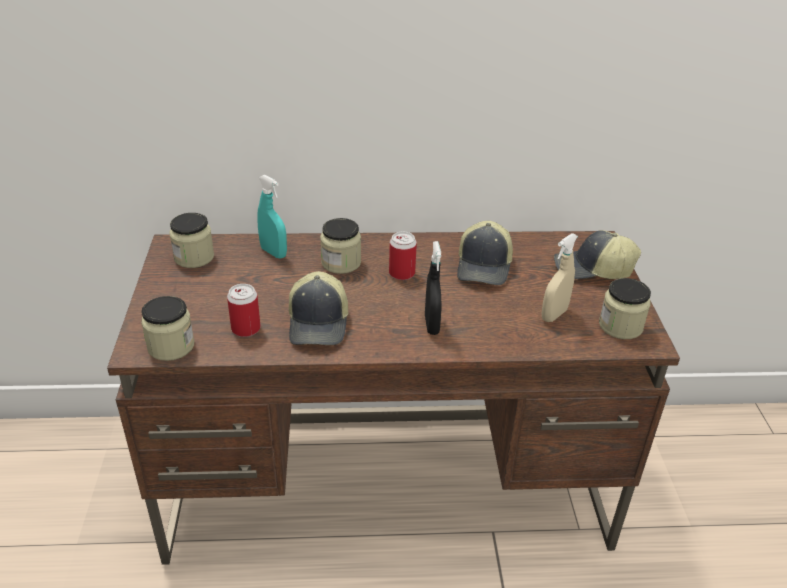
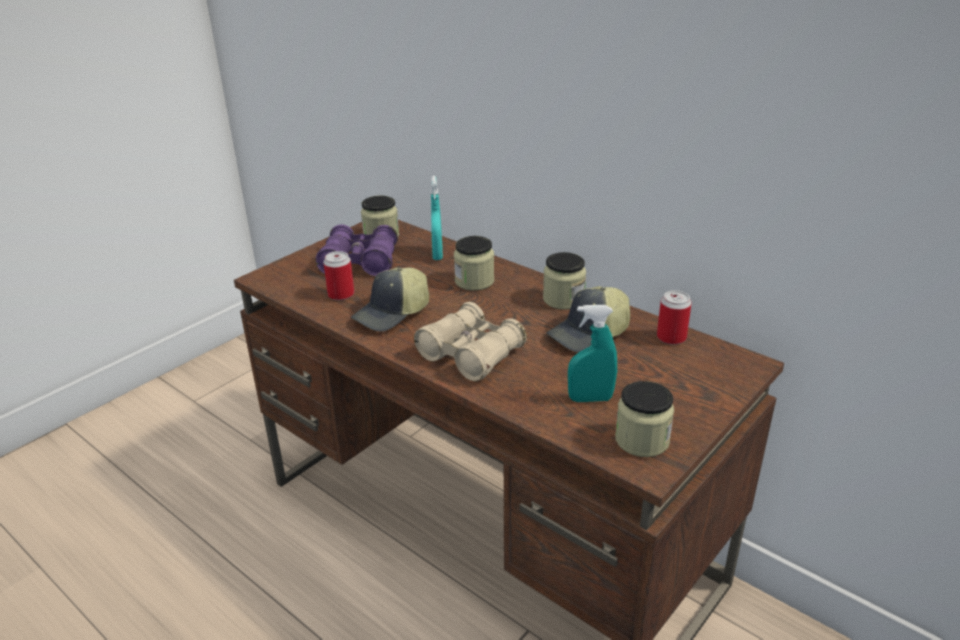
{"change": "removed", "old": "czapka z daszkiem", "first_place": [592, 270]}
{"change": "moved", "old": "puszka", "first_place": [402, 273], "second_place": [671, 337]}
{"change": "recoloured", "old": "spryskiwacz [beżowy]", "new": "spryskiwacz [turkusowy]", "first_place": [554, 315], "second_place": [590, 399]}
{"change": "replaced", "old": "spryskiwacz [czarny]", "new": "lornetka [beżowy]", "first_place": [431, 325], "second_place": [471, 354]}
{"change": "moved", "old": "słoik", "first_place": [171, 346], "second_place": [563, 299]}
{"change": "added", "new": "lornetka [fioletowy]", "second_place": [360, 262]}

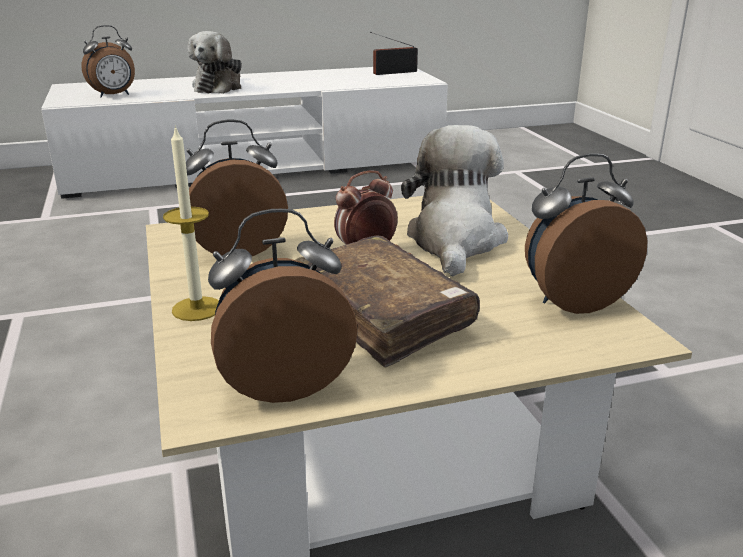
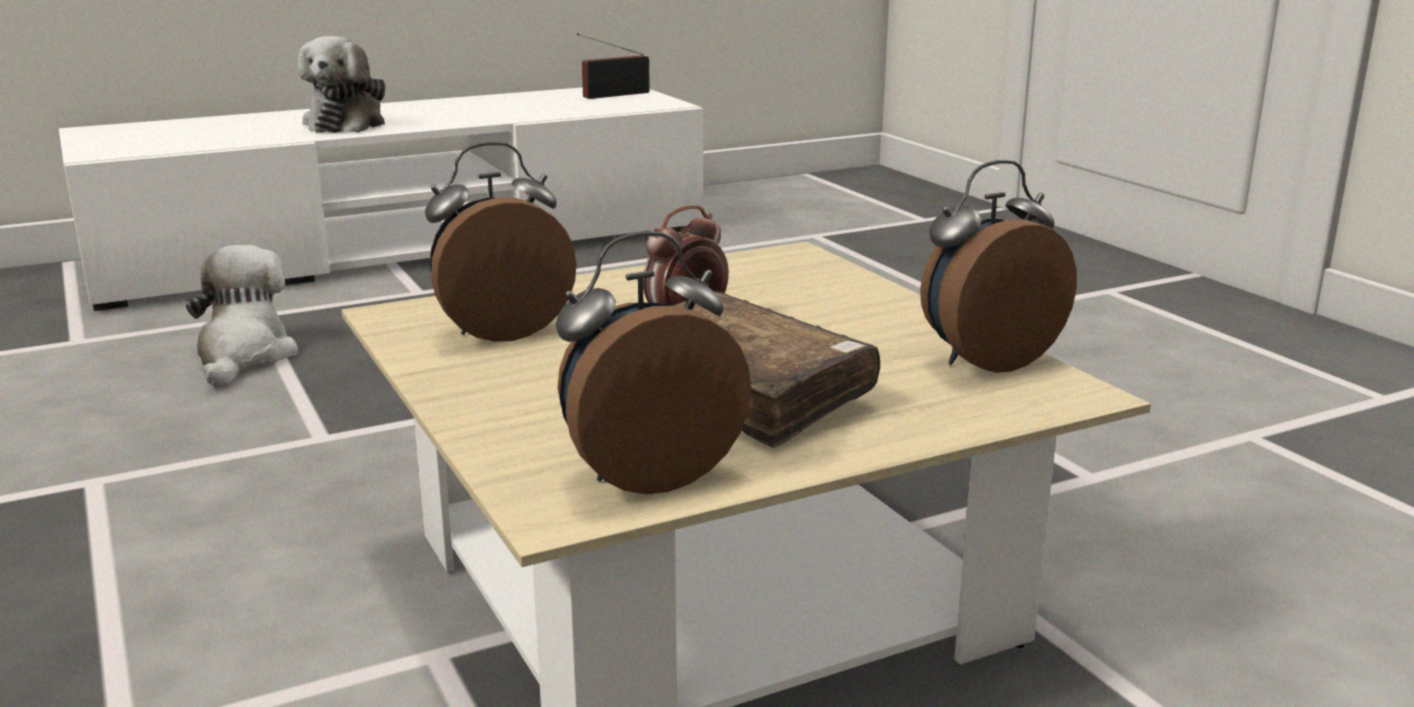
{"change": "removed", "old": "budzik", "first_place": [114, 95]}
{"change": "removed", "old": "świeca", "first_place": [197, 309]}
{"change": "moved", "old": "pluszak", "first_place": [454, 241], "second_place": [244, 357]}

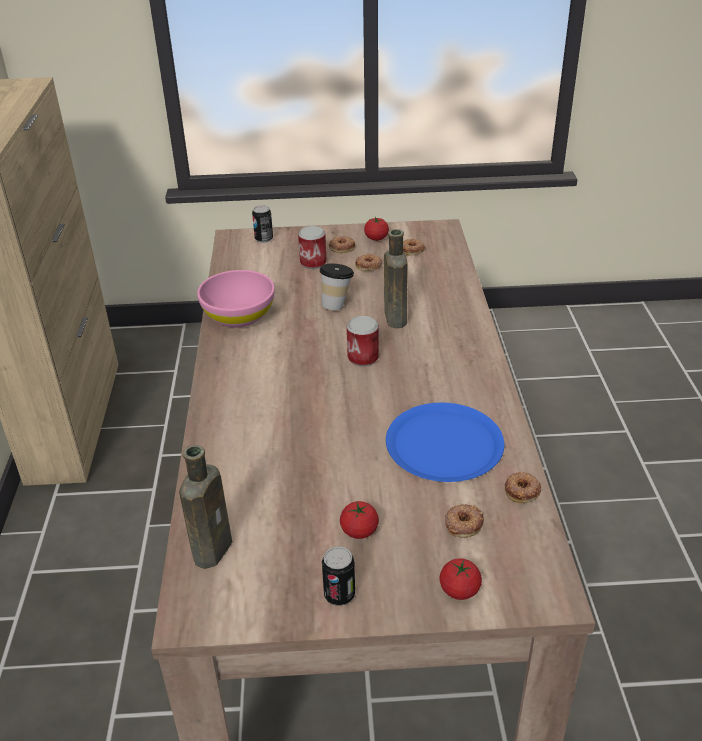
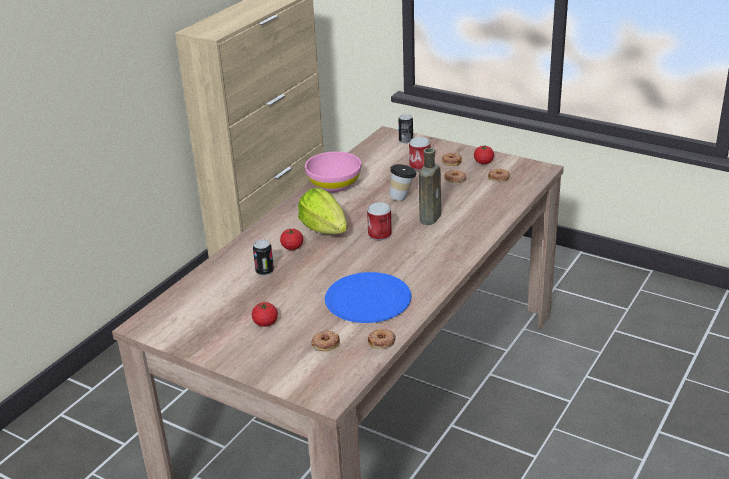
{"change": "removed", "old": "butelka [brązowy]", "first_place": [214, 547]}
{"change": "moved", "old": "puszka", "first_place": [339, 595], "second_place": [264, 271]}
{"change": "moved", "old": "pomidor", "first_place": [459, 590], "second_place": [292, 247]}
{"change": "added", "new": "sałata", "second_place": [324, 229]}

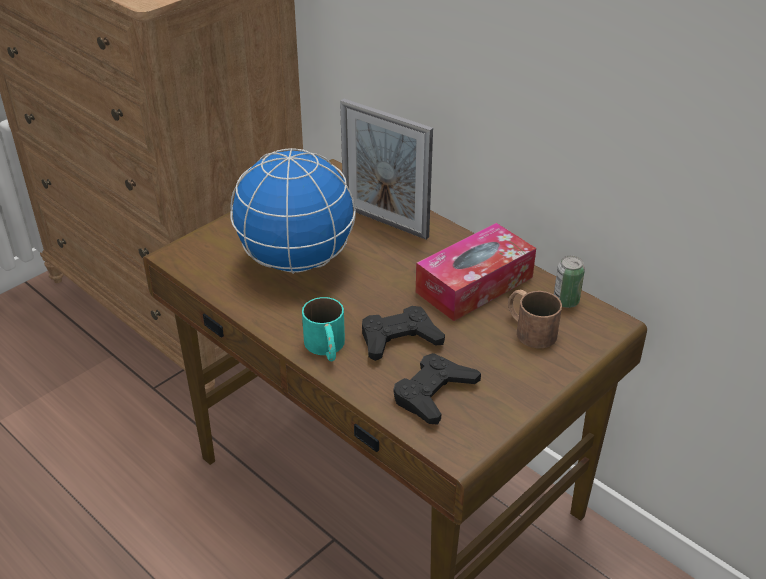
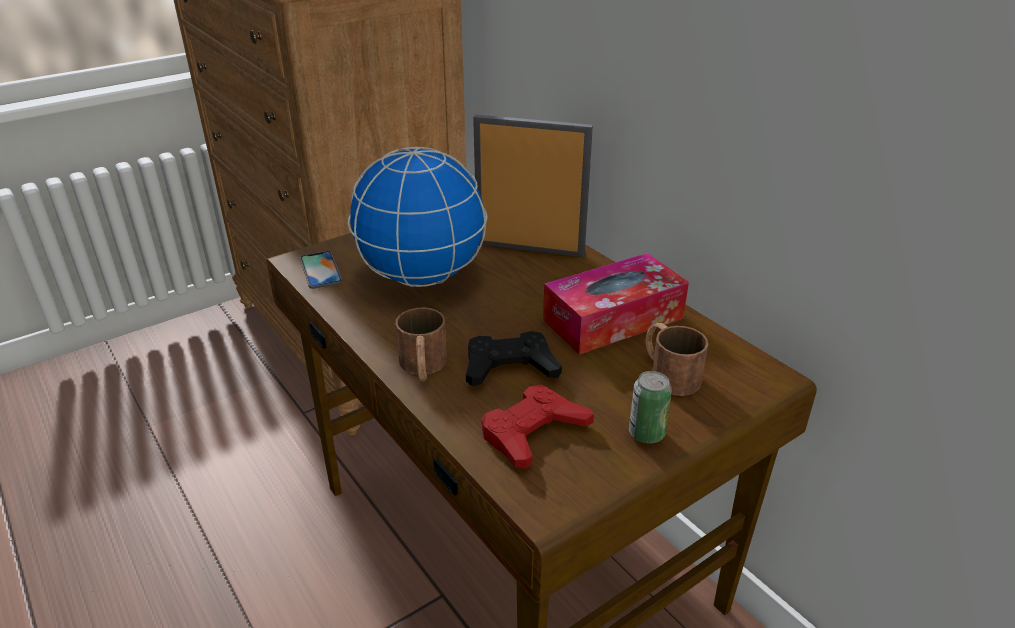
{"change": "turned", "old": "ramka na zdjęcie", "first_place": [385, 222], "second_place": [530, 249], "degrees": 150}
{"change": "moved", "old": "puszka", "first_place": [566, 301], "second_place": [646, 433]}
{"change": "recoloured", "old": "kubek [turkusowy]", "new": "kubek [brązowy]", "first_place": [326, 348], "second_place": [423, 367]}
{"change": "recoloured", "old": "pad do gier [czarny]", "new": "pad do gier [czerwony]", "first_place": [433, 393], "second_place": [533, 432]}
{"change": "added", "new": "telefon", "second_place": [320, 270]}

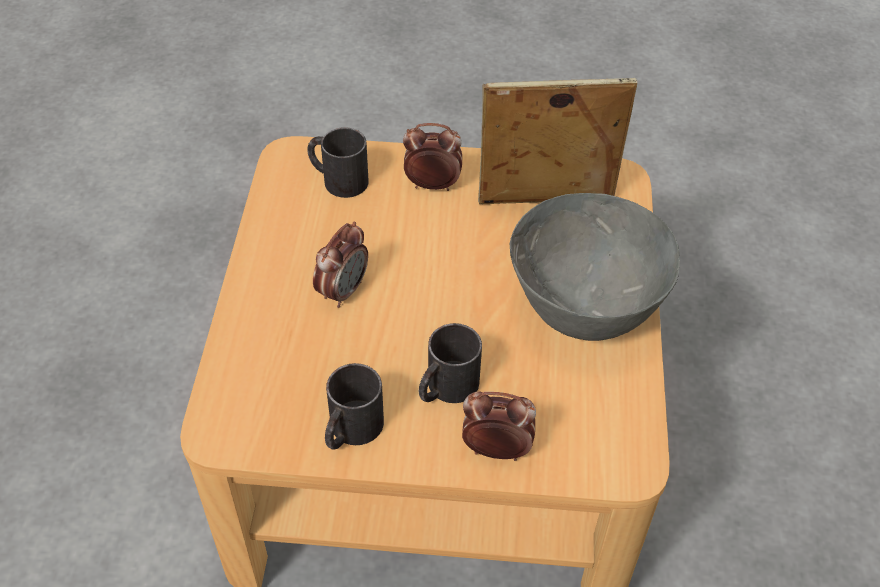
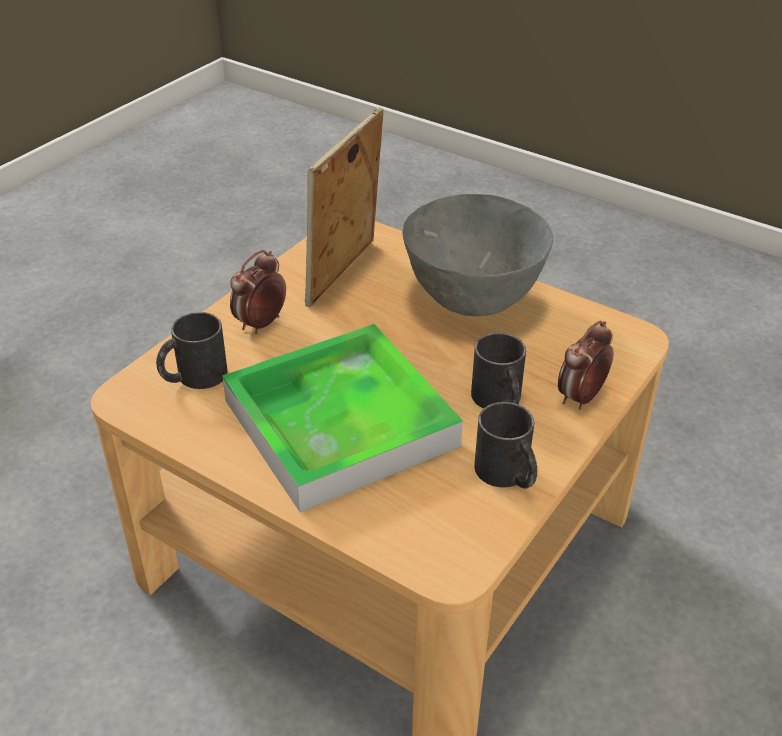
{"change": "replaced", "old": "budzik", "new": "taca", "first_place": [343, 291], "second_place": [340, 423]}

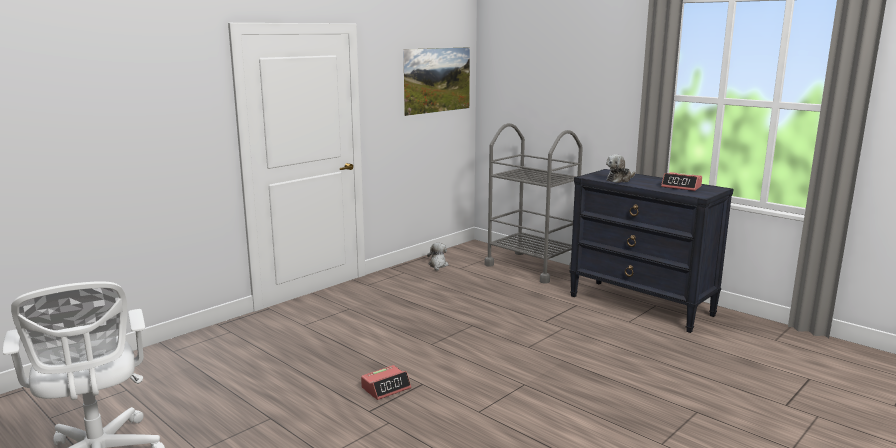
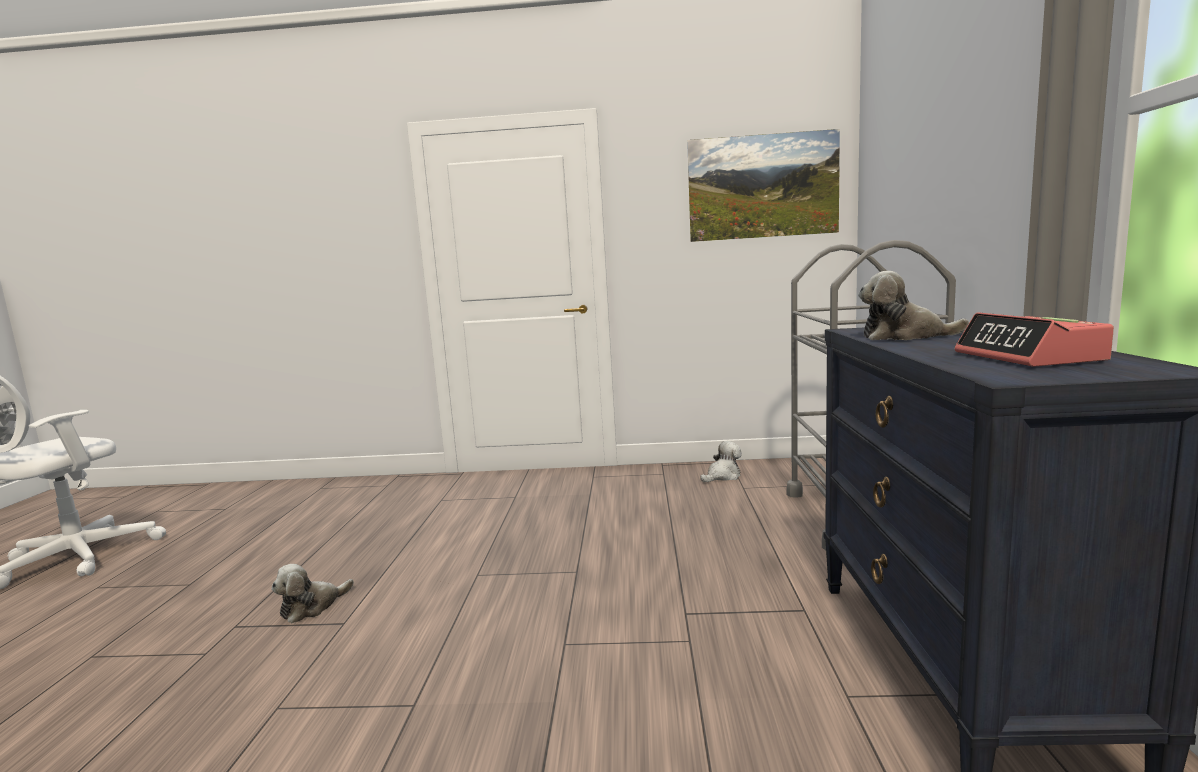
{"change": "replaced", "old": "budzik", "new": "pluszak", "first_place": [386, 388], "second_place": [312, 607]}

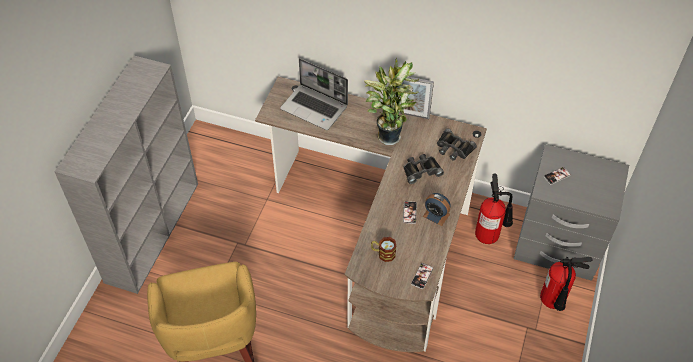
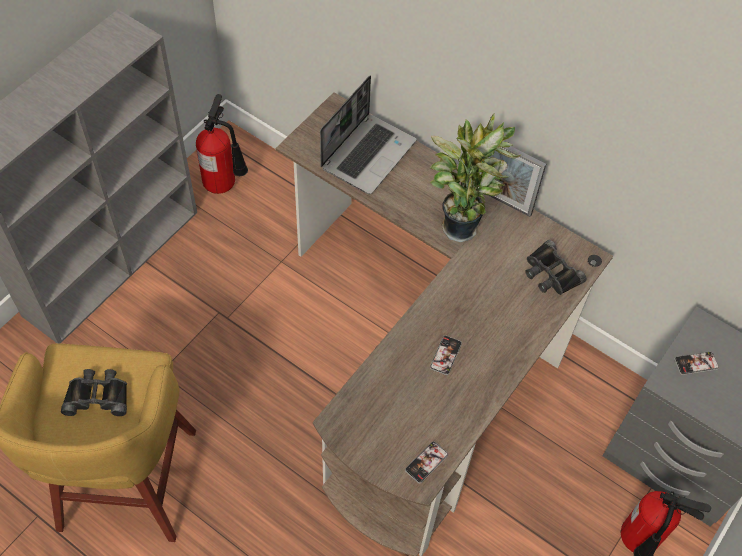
{"change": "turned", "old": "laptop", "first_place": [315, 108], "second_place": [368, 153], "degrees": -105}
{"change": "moved", "old": "lornetka [czarny]", "first_place": [421, 170], "second_place": [98, 396]}
{"change": "moved", "old": "gaśnica", "first_place": [490, 234], "second_place": [225, 183]}
{"change": "removed", "old": "budzik", "first_place": [436, 215]}
{"change": "removed", "old": "kubek", "first_place": [383, 253]}

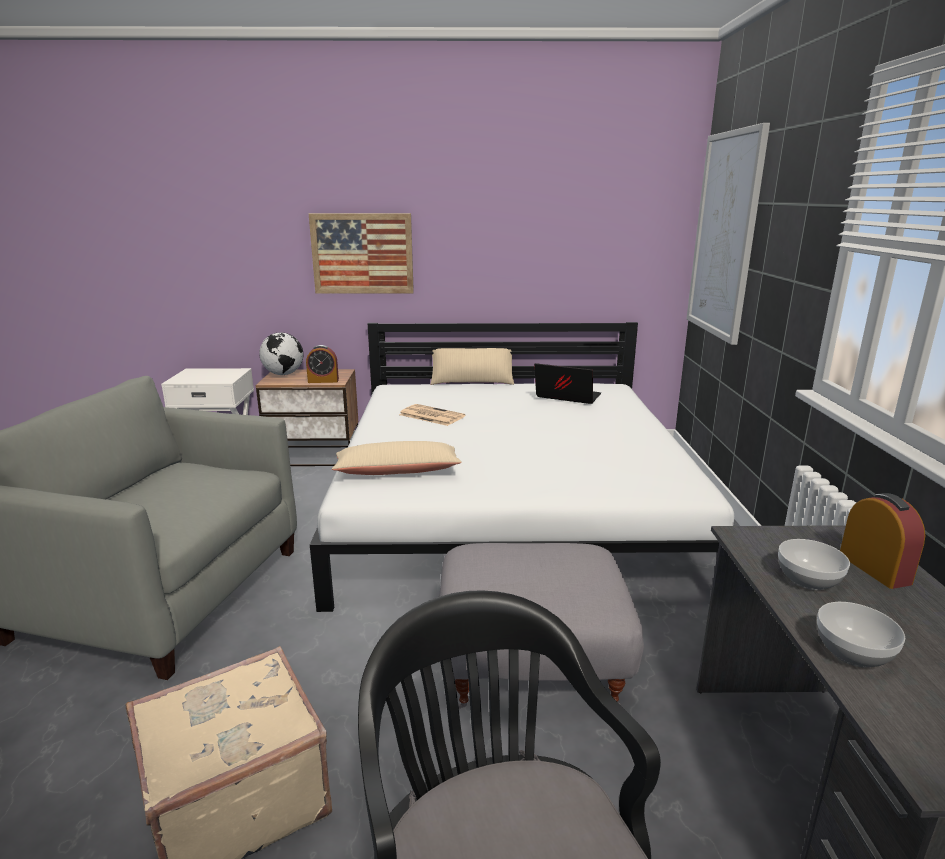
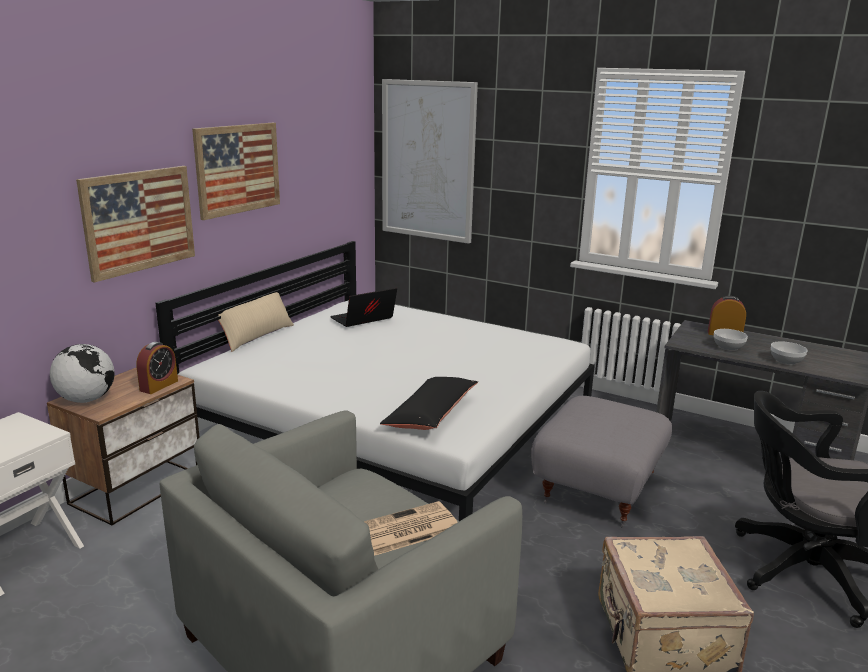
{"change": "moved", "old": "gazeta", "first_place": [430, 415], "second_place": [407, 529]}
{"change": "recoloured", "old": "poduszka [beżowy]", "new": "poduszka [czarny]", "first_place": [397, 471], "second_place": [431, 414]}
{"change": "added", "new": "obraz", "second_place": [238, 169]}

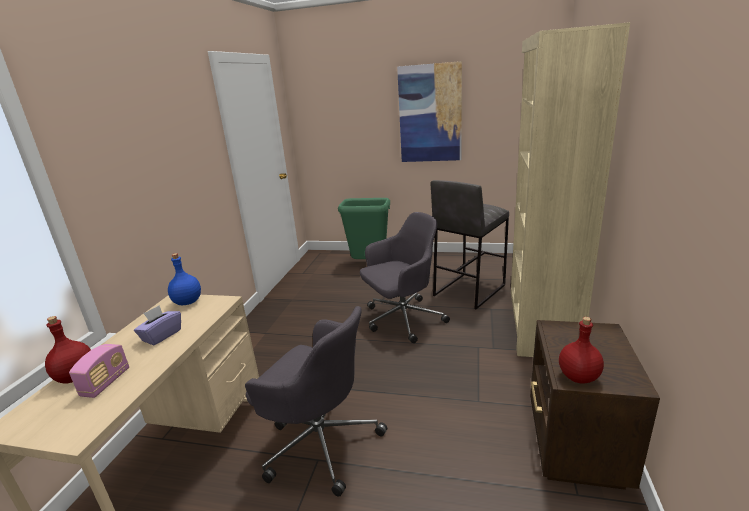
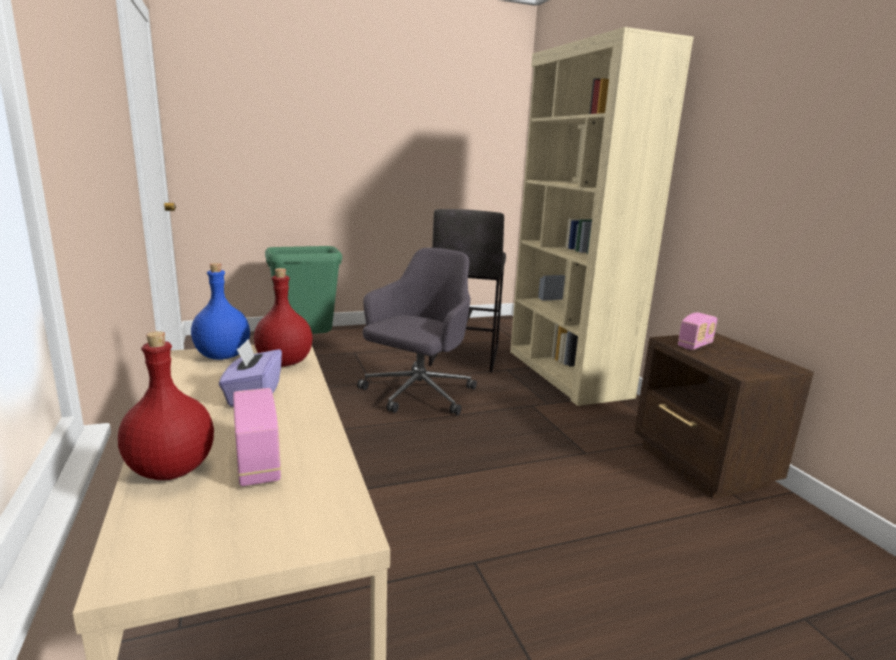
{"change": "removed", "old": "obraz", "first_place": [430, 114]}
{"change": "removed", "old": "krzesło biurowe [szary]", "first_place": [320, 441]}
{"change": "moved", "old": "butelka [czerwony]", "first_place": [578, 377], "second_place": [284, 363]}
{"change": "added", "new": "radio", "second_place": [695, 345]}

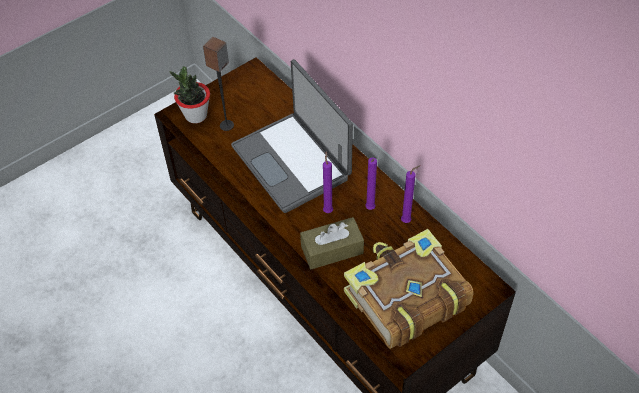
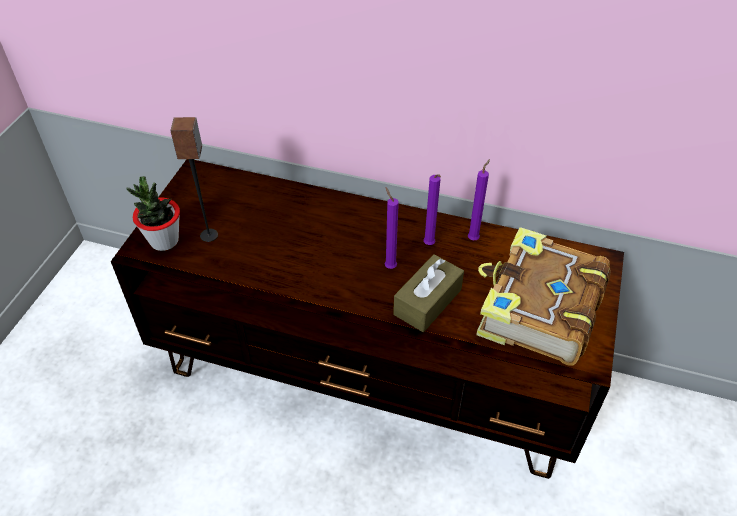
{"change": "removed", "old": "laptop", "first_place": [293, 162]}

